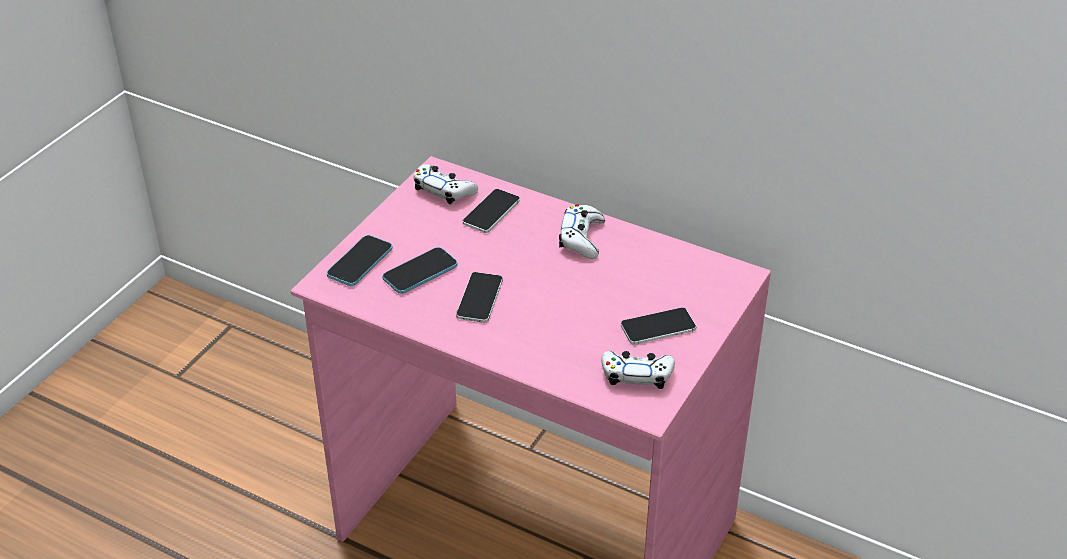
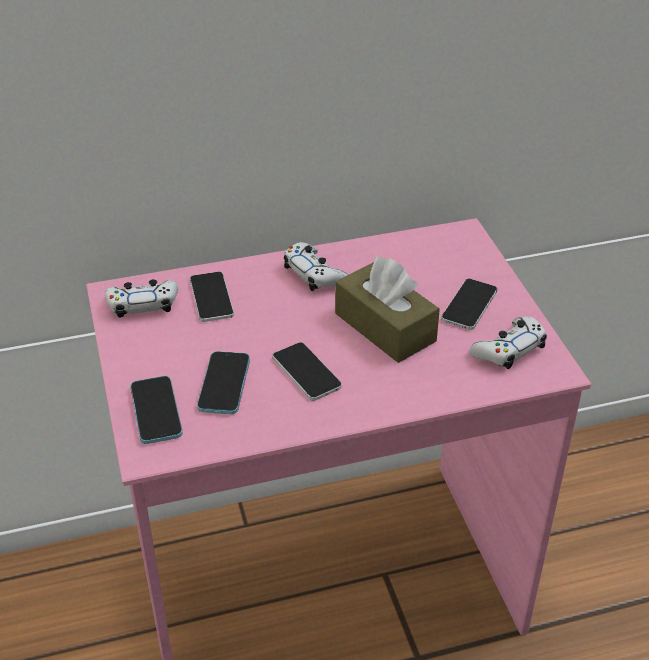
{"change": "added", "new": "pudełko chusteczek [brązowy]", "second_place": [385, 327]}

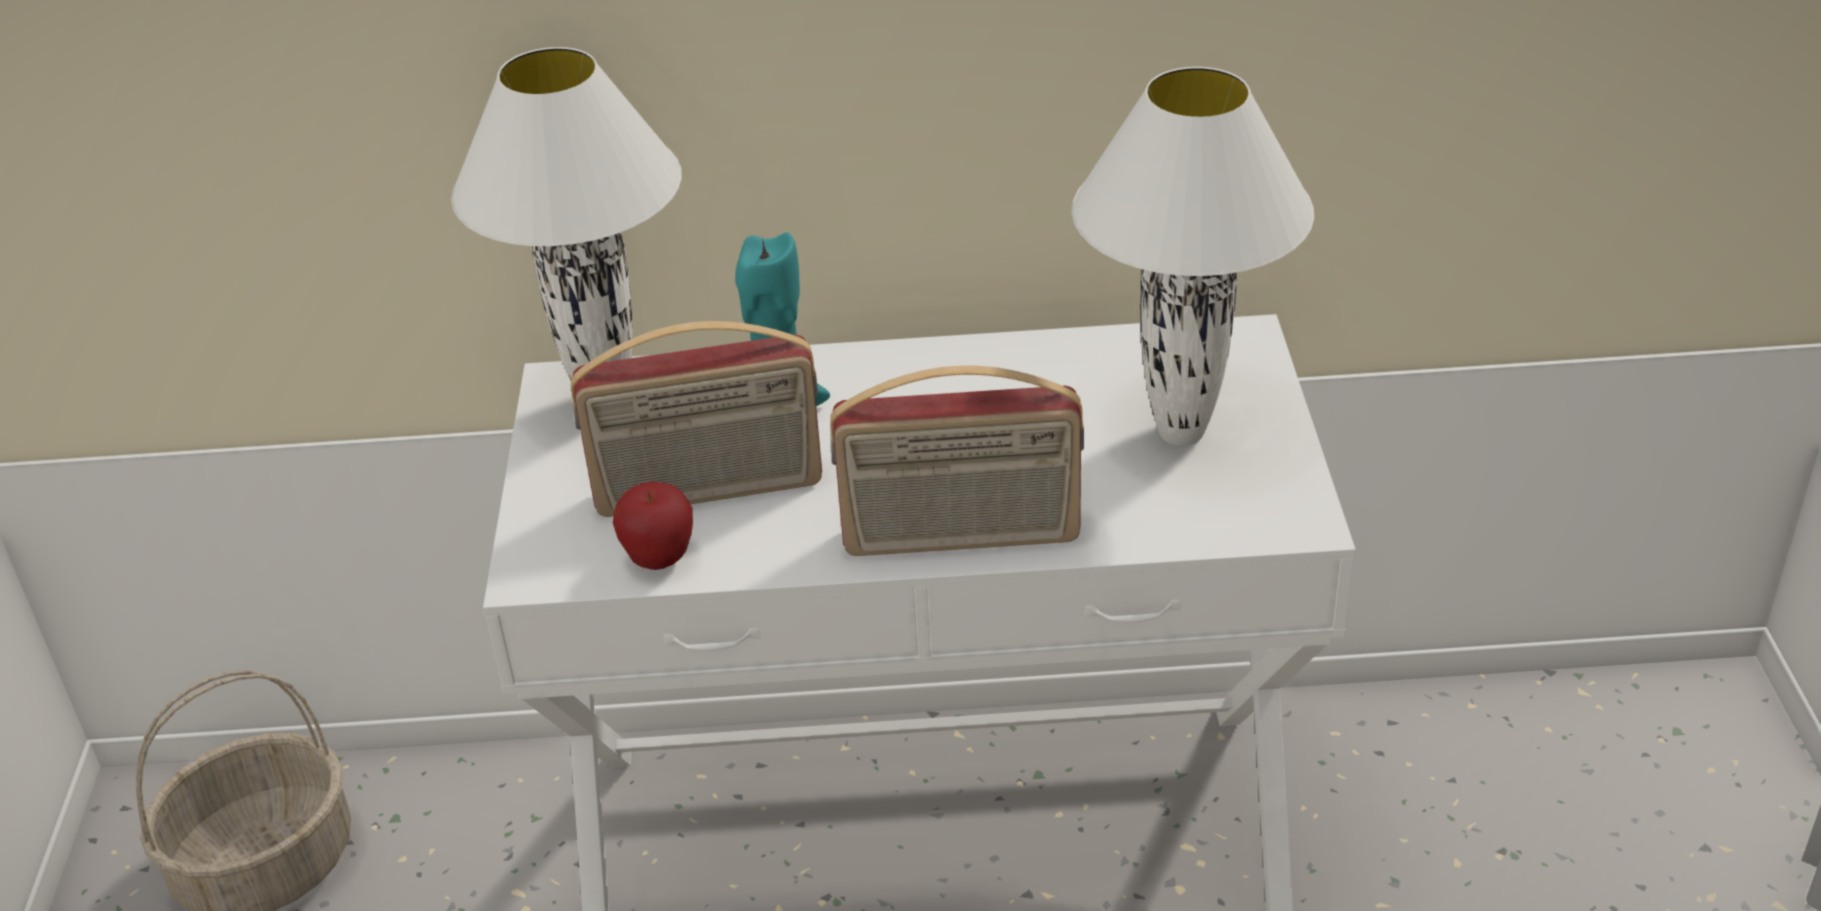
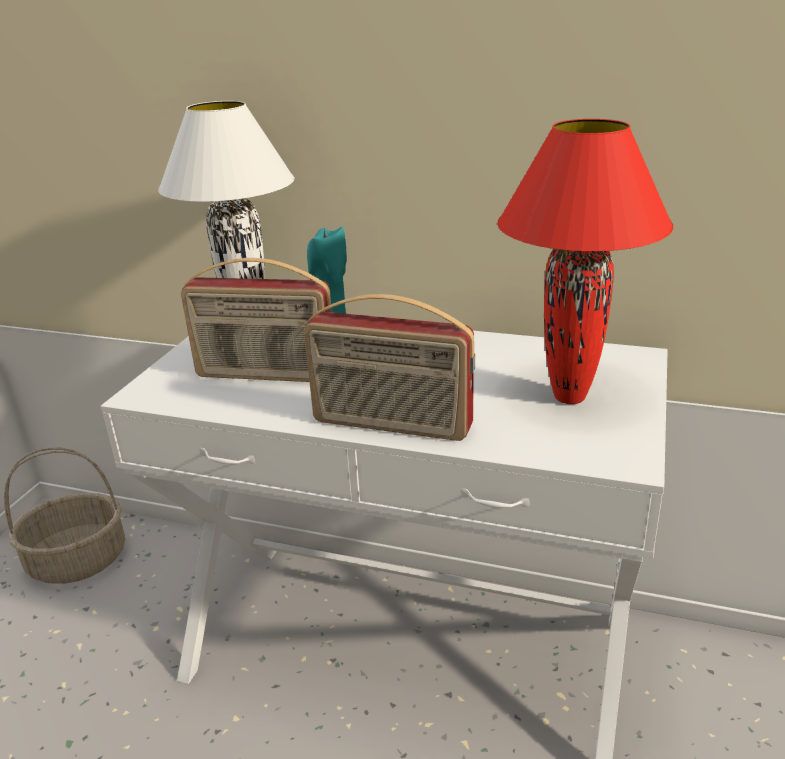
{"change": "recoloured", "old": "lampa stołowa [biały]", "new": "lampa stołowa [czerwony]", "first_place": [1182, 432], "second_place": [570, 397]}
{"change": "removed", "old": "jabłko", "first_place": [659, 559]}

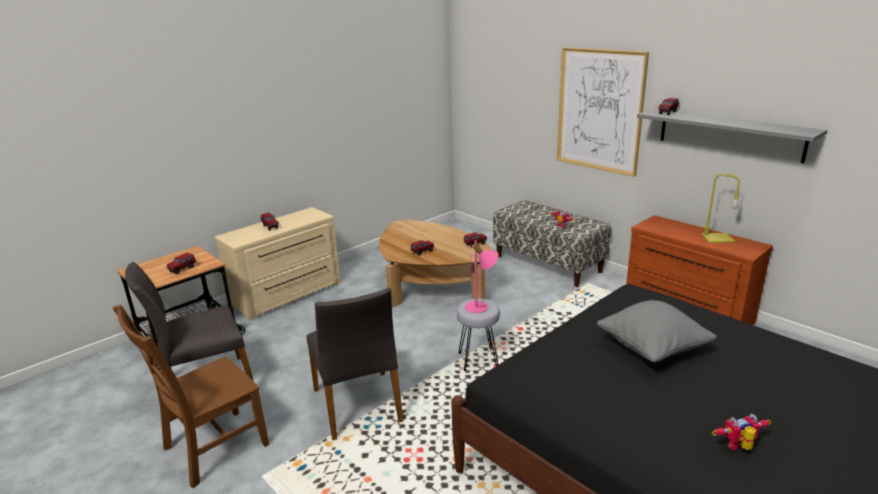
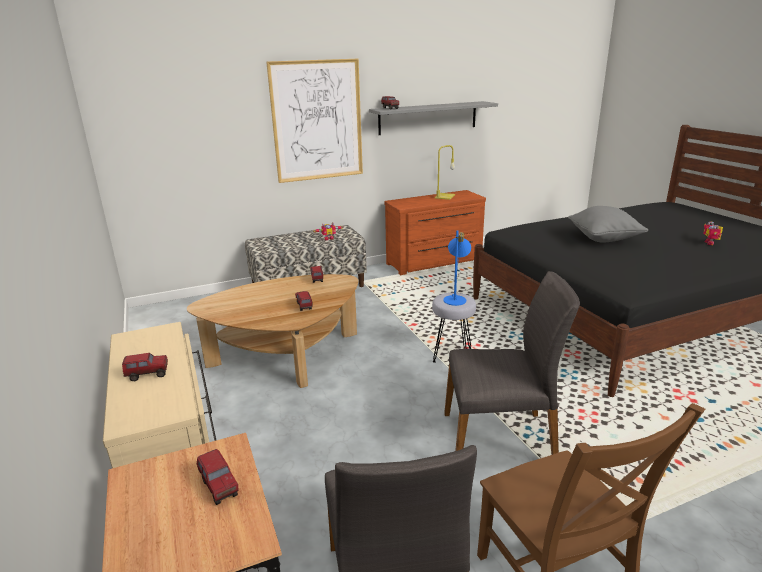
{"change": "recoloured", "old": "lampa stołowa [różowy]", "new": "lampa stołowa [niebieski]", "first_place": [481, 307], "second_place": [456, 298]}

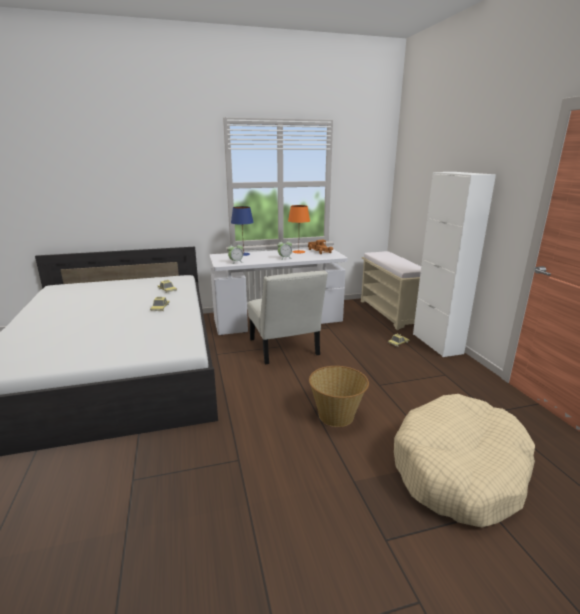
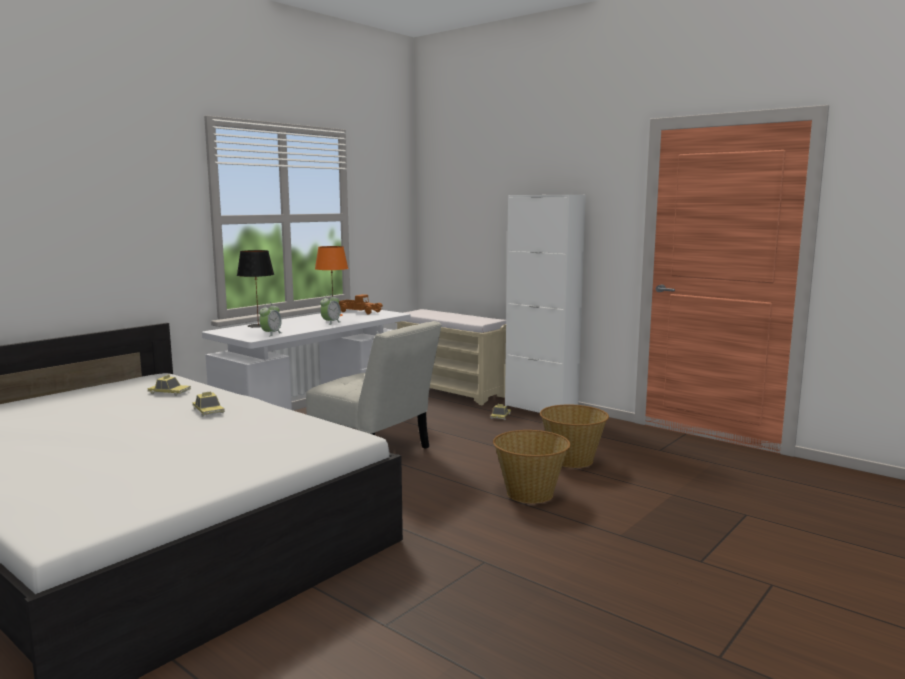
{"change": "recoloured", "old": "lampa stołowa [niebieski]", "new": "lampa stołowa [czarny]", "first_place": [243, 254], "second_place": [258, 325]}
{"change": "removed", "old": "legowisko [beżowy]", "first_place": [459, 470]}
{"change": "added", "new": "koszyk", "second_place": [572, 460]}

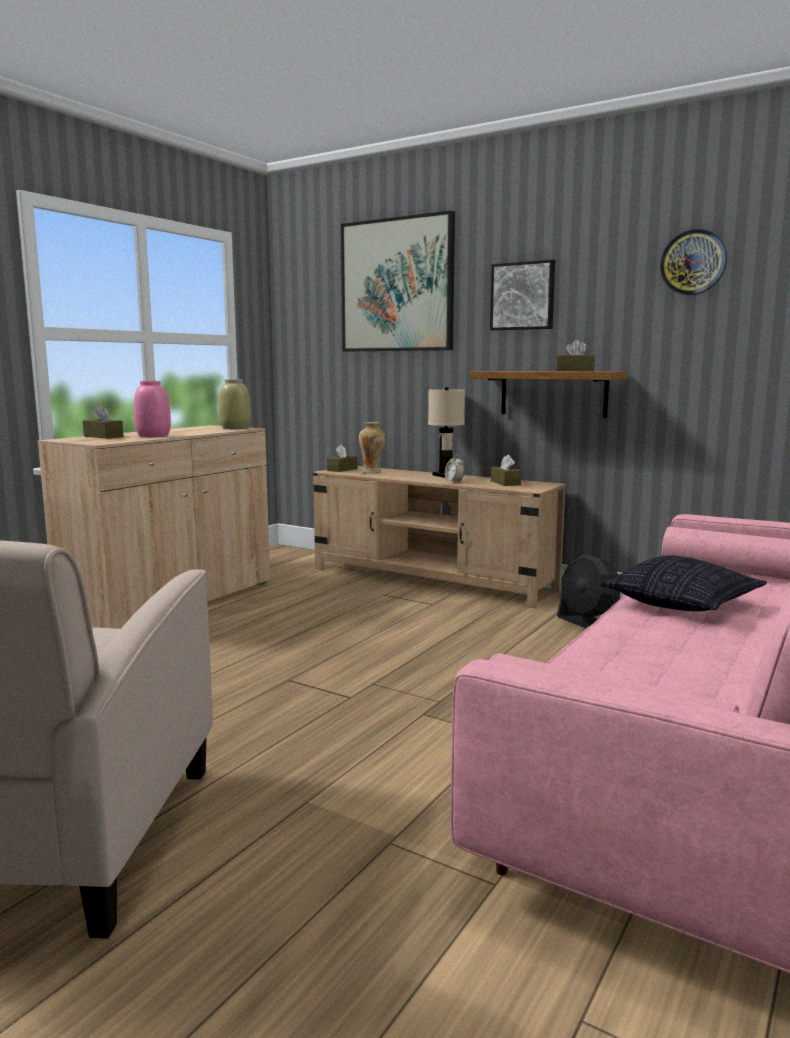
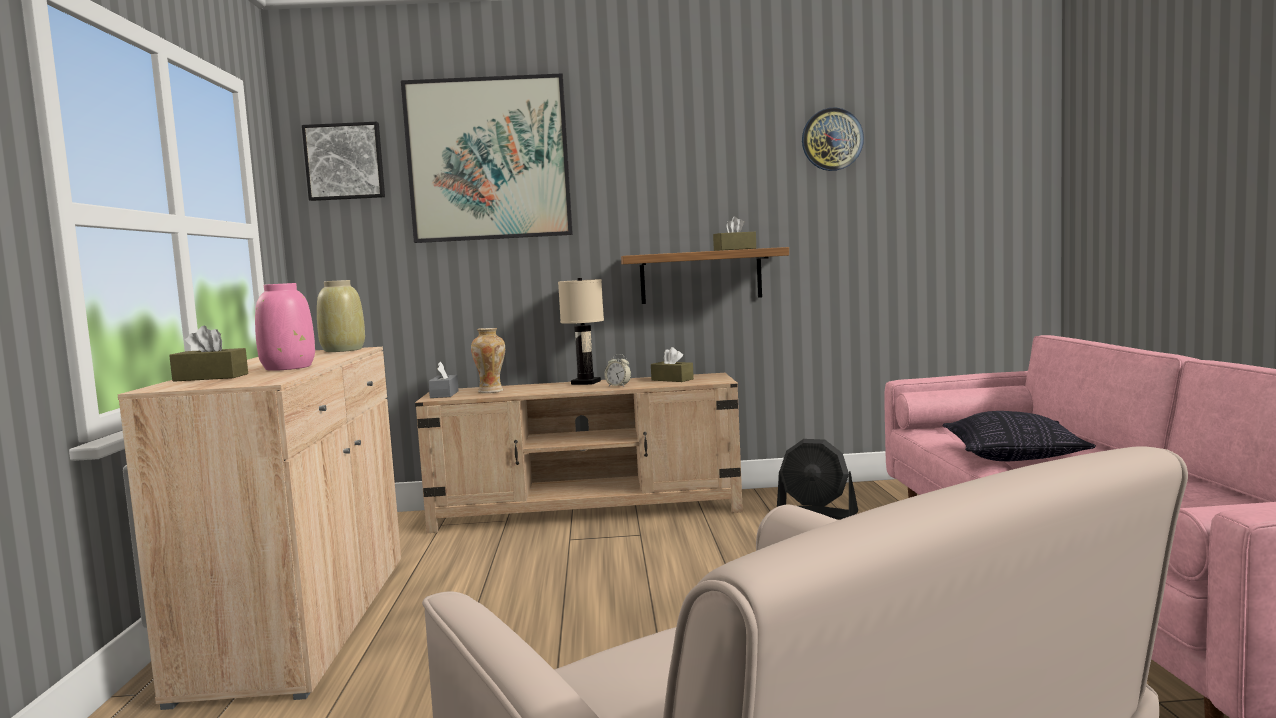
{"change": "moved", "old": "obraz", "first_place": [523, 296], "second_place": [345, 162]}
{"change": "recoloured", "old": "pudełko chusteczek [brązowy]", "new": "pudełko chusteczek [szary]", "first_place": [342, 469], "second_place": [444, 394]}

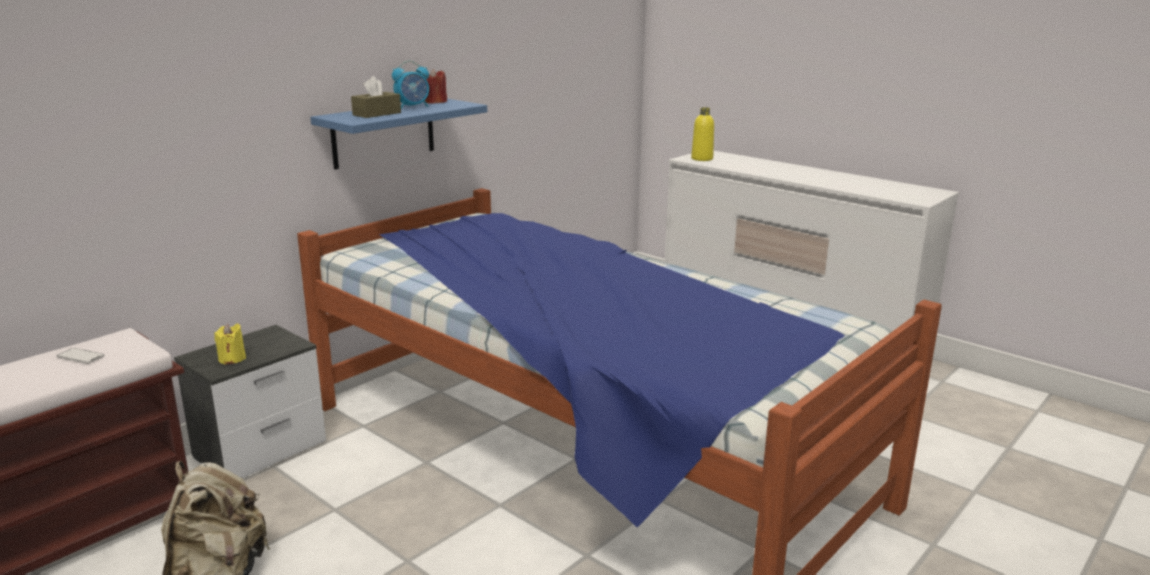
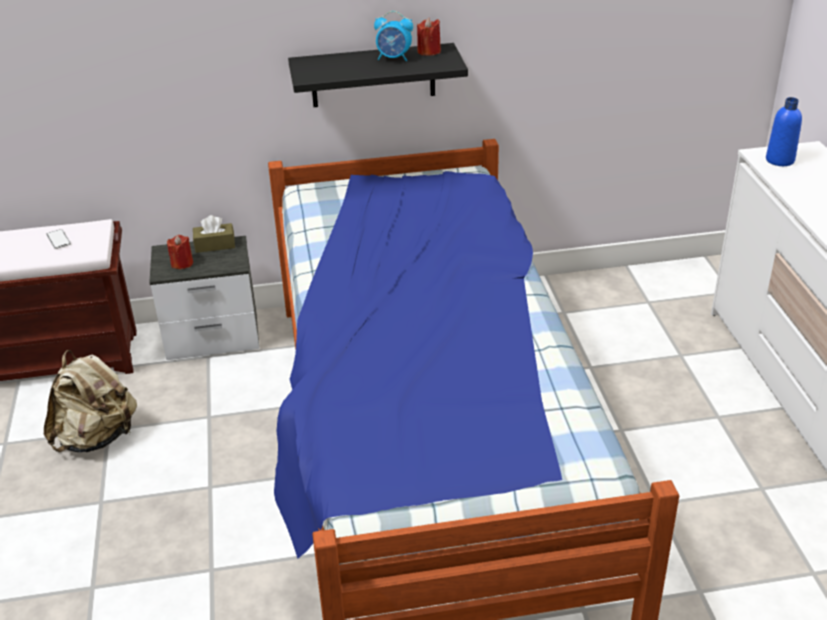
{"change": "moved", "old": "pudełko chusteczek [brązowy]", "first_place": [377, 114], "second_place": [215, 245]}
{"change": "recoloured", "old": "półka [niebieski]", "new": "półka [czarny]", "first_place": [383, 133], "second_place": [373, 75]}
{"change": "recoloured", "old": "butelka [żółty]", "new": "butelka [niebieski]", "first_place": [702, 159], "second_place": [780, 160]}
{"change": "recoloured", "old": "świeca [żółty]", "new": "świeca [czerwony]", "first_place": [232, 359], "second_place": [182, 263]}

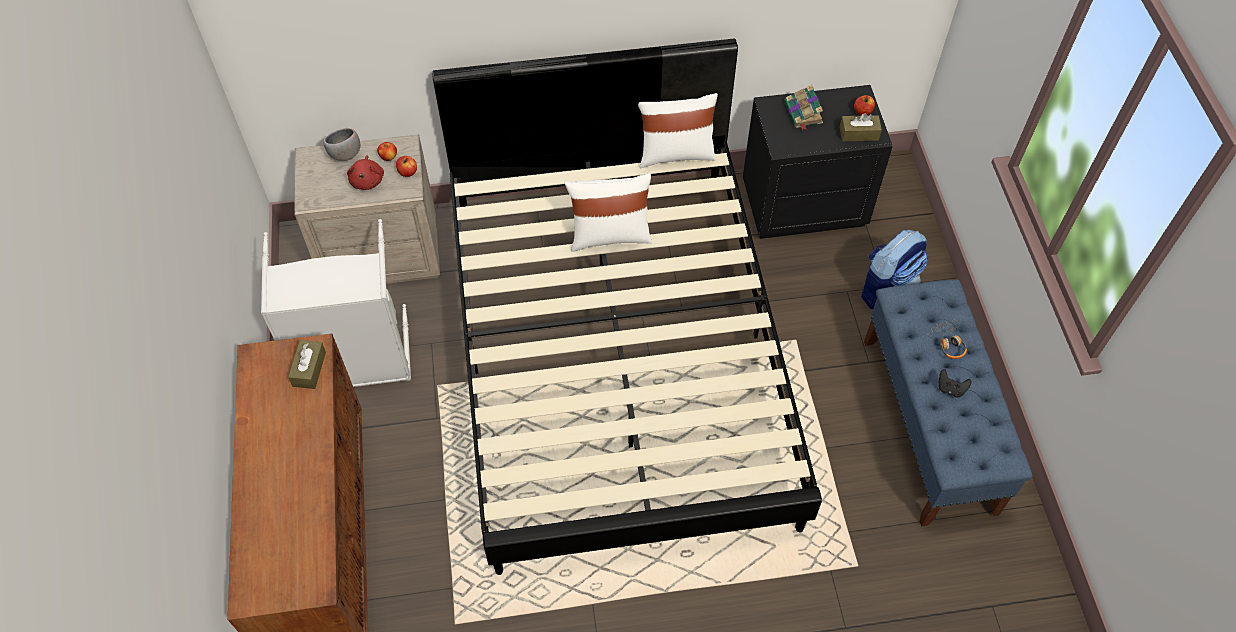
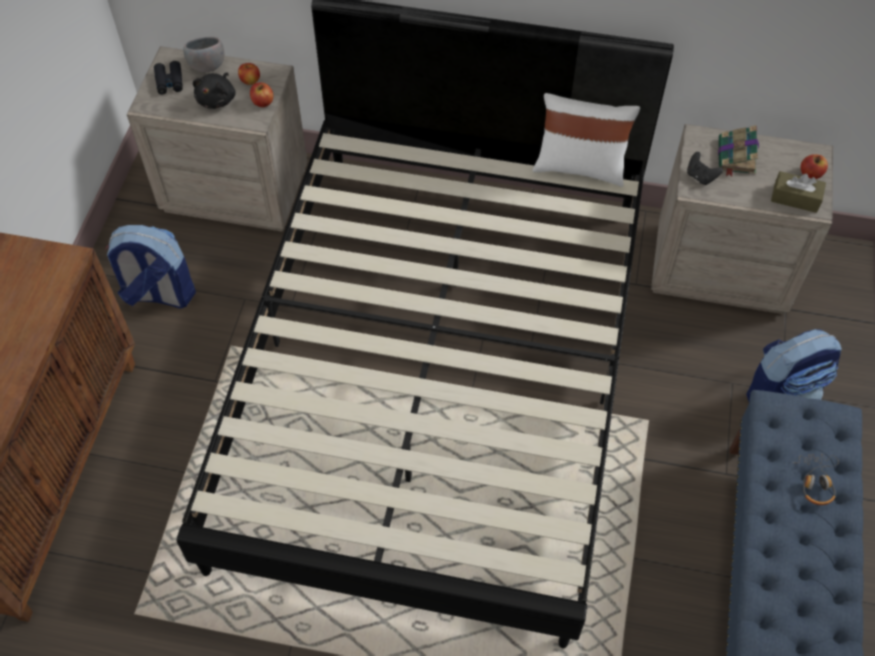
{"change": "recoloured", "old": "szafka nocna [czarny]", "new": "szafka nocna [beżowy]", "first_place": [803, 203], "second_place": [720, 267]}
{"change": "recoloured", "old": "pluszak [czerwony]", "new": "pluszak [czarny]", "first_place": [368, 180], "second_place": [217, 99]}
{"change": "removed", "old": "poduszka [biały]", "first_place": [610, 235]}
{"change": "replaced", "old": "kosz na pranie [szary]", "new": "plecak", "first_place": [354, 361], "second_place": [158, 294]}
{"change": "removed", "old": "pudełko chusteczek [brązowy]", "first_place": [309, 369]}
{"change": "moved", "old": "pad do gier [czarny]", "first_place": [950, 389], "second_place": [700, 176]}
{"change": "added", "new": "lornetka [czarny]", "second_place": [169, 82]}

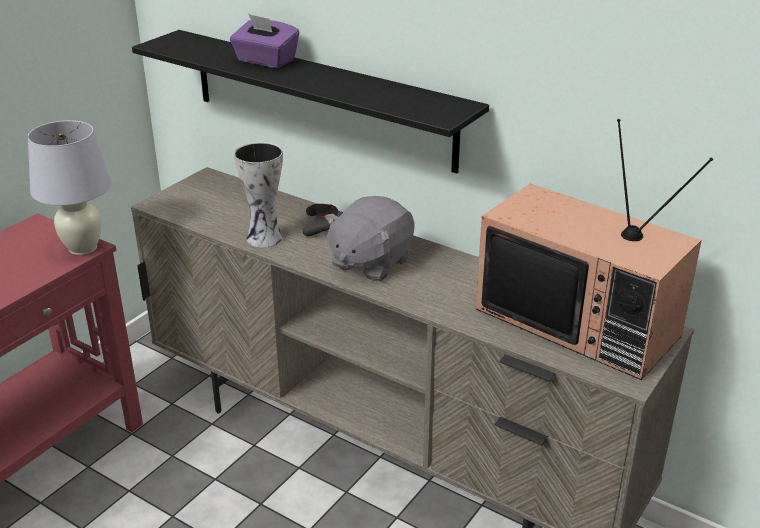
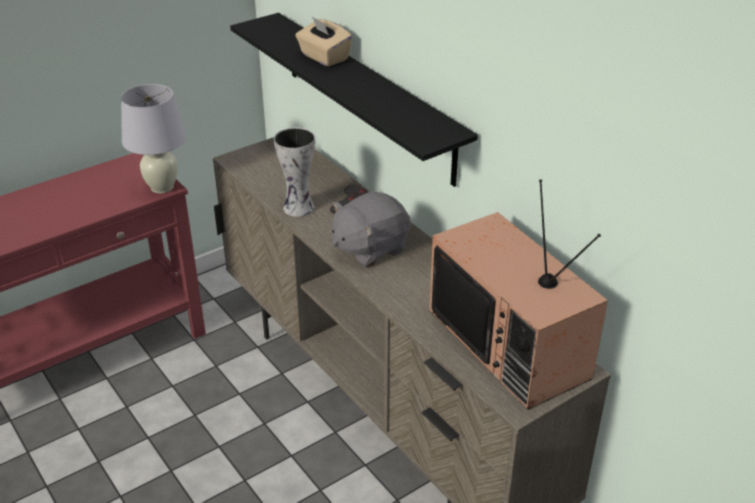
{"change": "recoloured", "old": "pudełko chusteczek [fioletowy]", "new": "pudełko chusteczek [beżowy]", "first_place": [265, 61], "second_place": [324, 57]}

